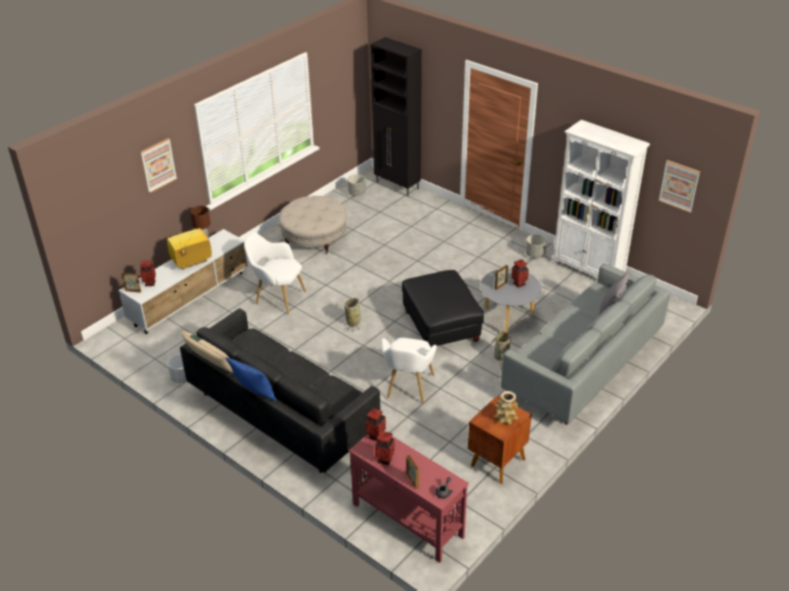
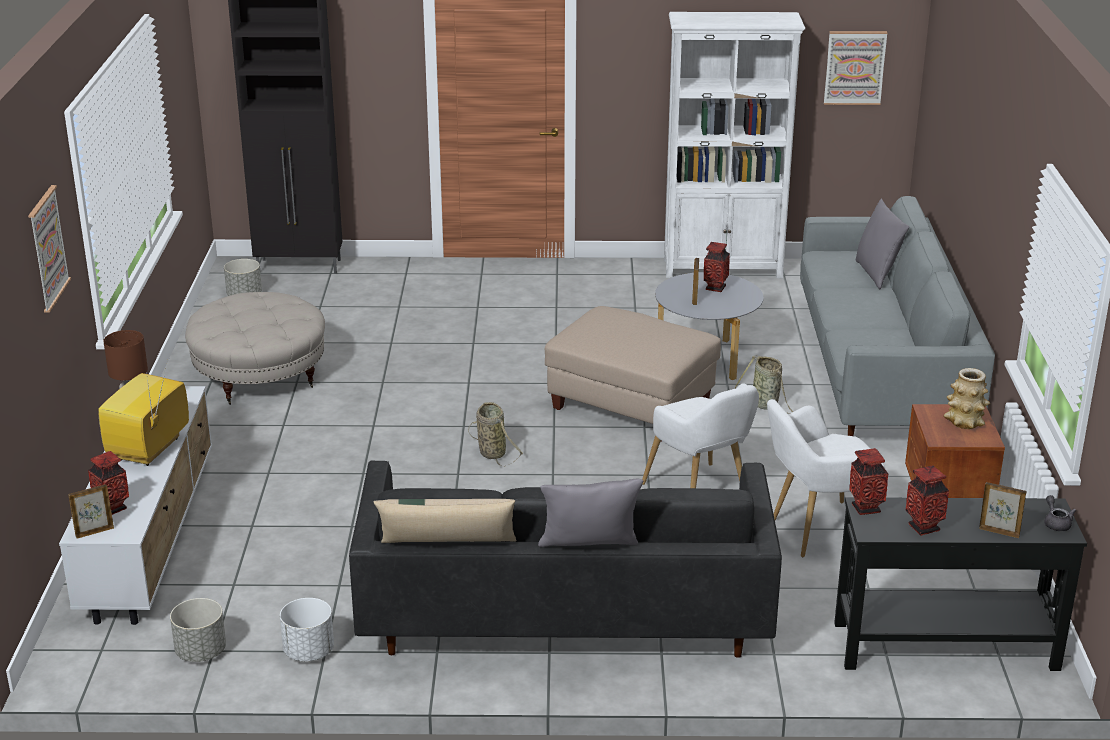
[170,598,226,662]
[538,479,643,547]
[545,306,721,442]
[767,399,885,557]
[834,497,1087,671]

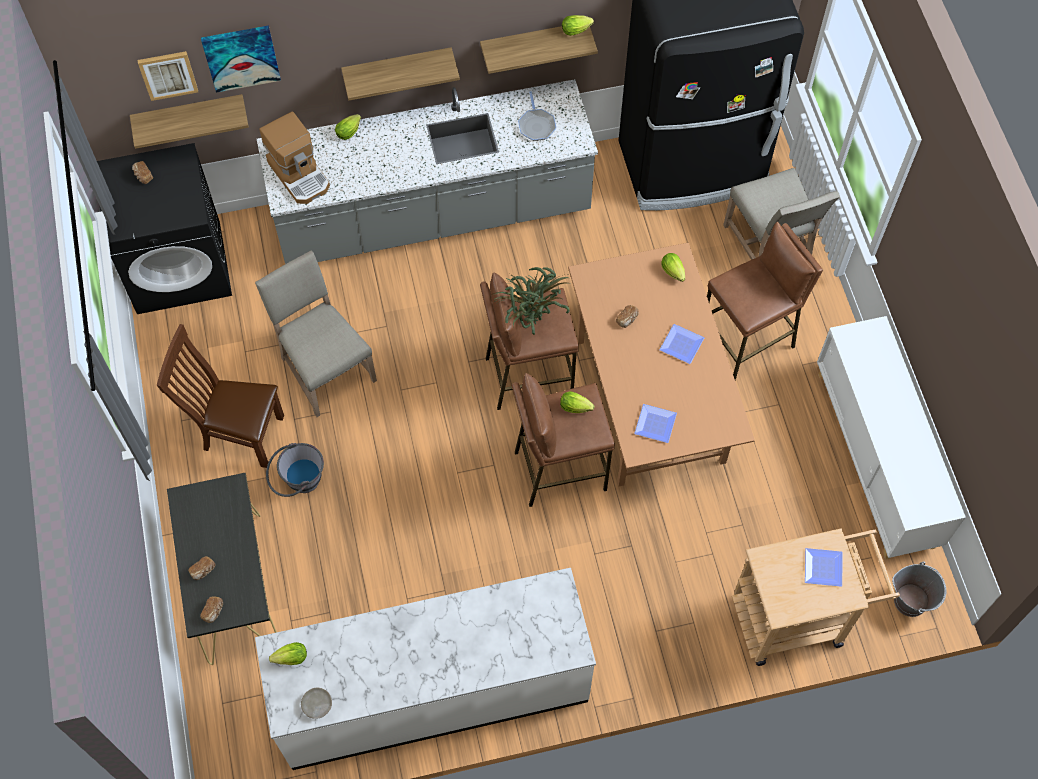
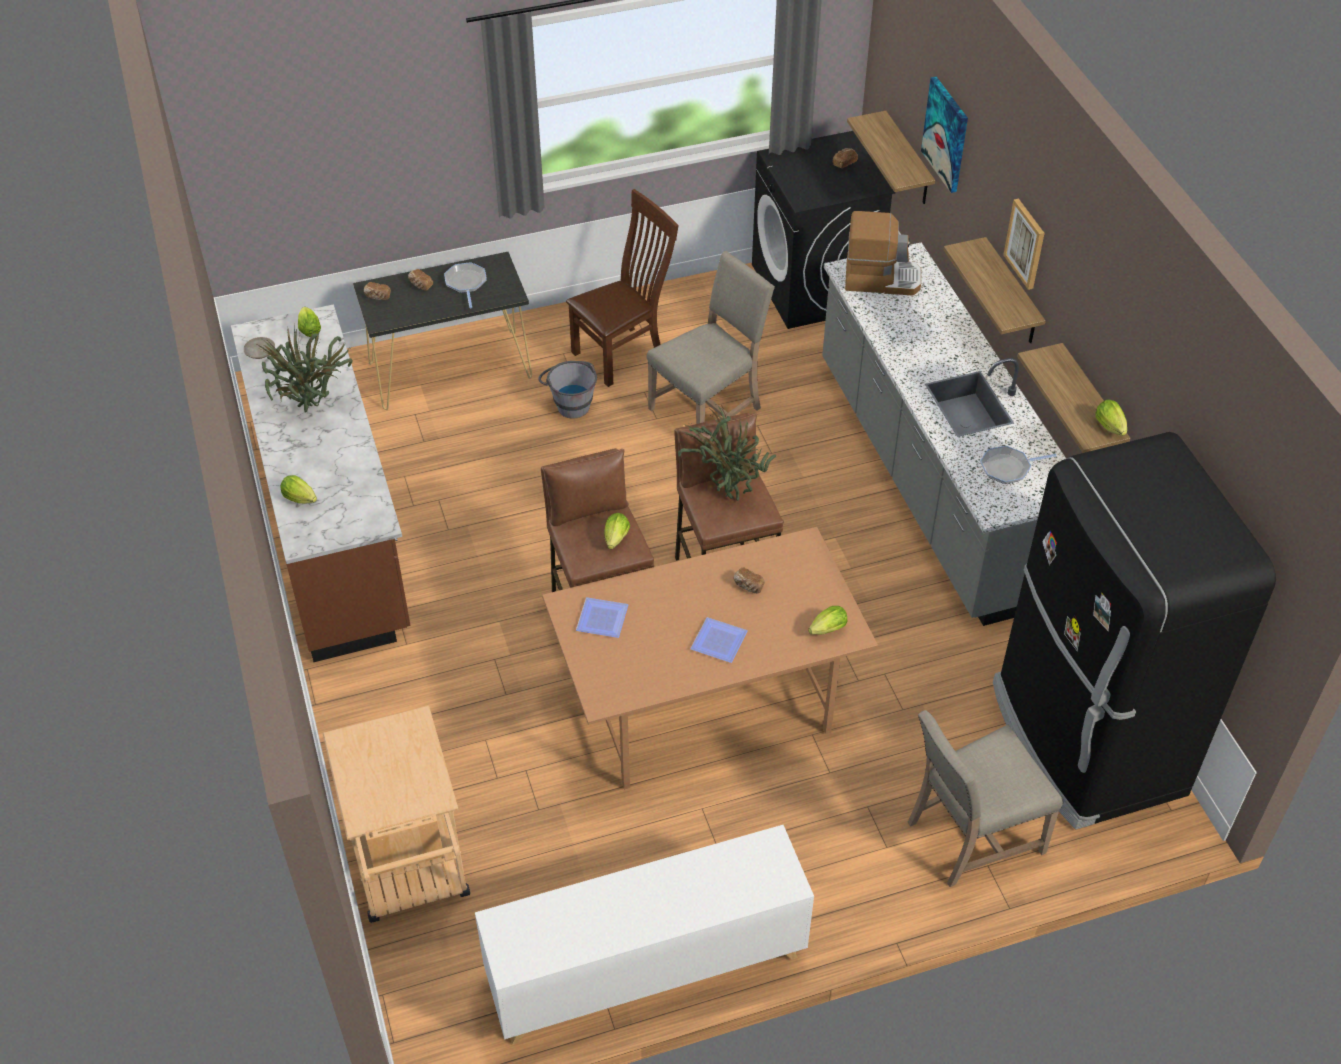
[231,305,410,662]
[257,326,353,412]
[280,475,317,504]
[444,262,487,308]
[566,189,679,387]
[845,211,921,296]
[1003,199,1045,290]
[707,222,823,380] (first image)
[805,548,843,587] (first image)
[892,562,946,617] (first image)

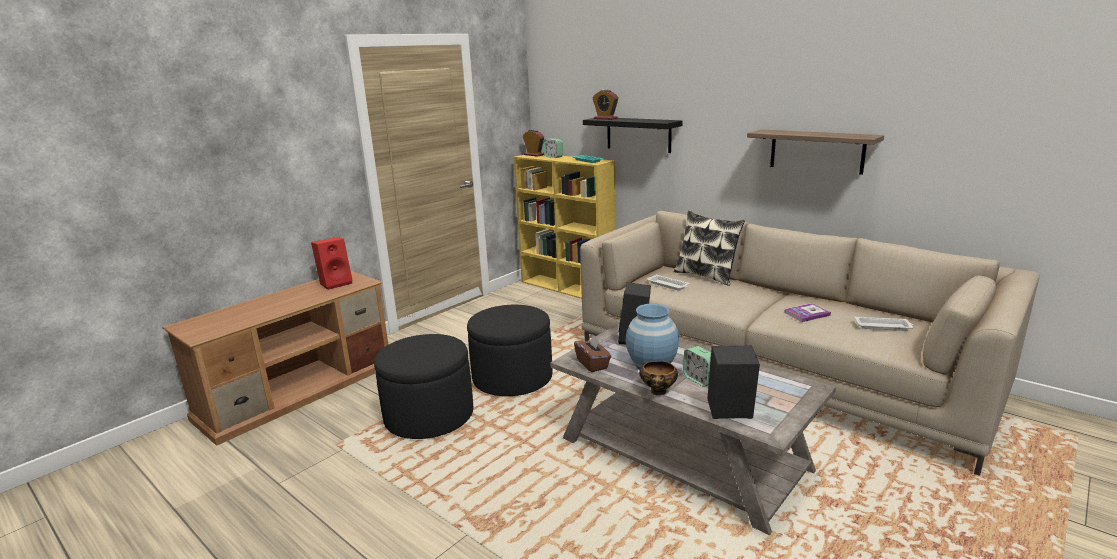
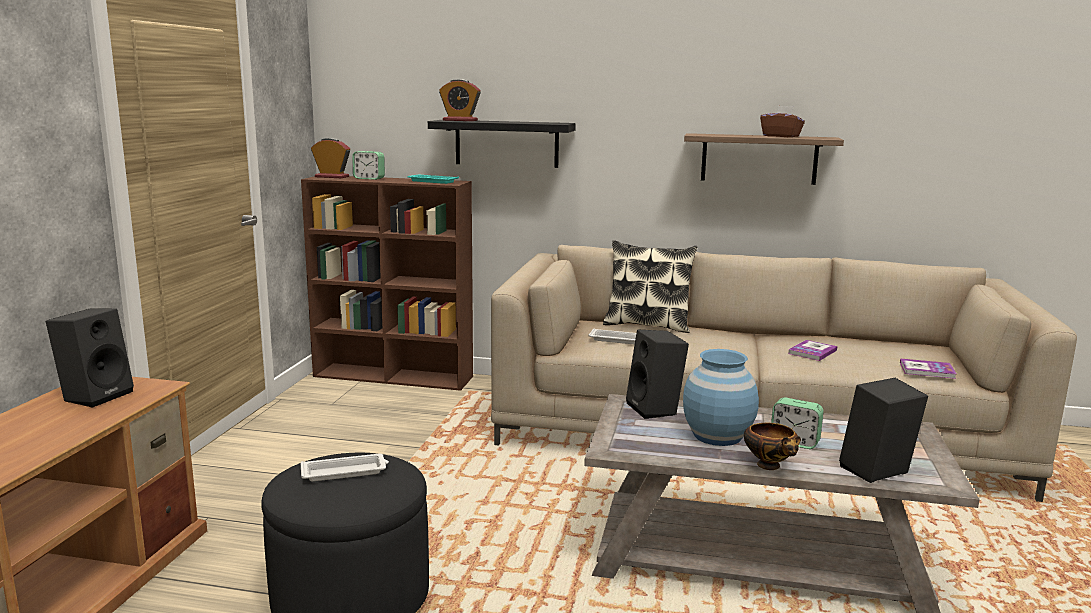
[46,308,134,408]
[301,176,473,391]
[301,454,389,481]
[760,106,805,137]
[900,358,957,379]
[467,305,552,396] (first image)

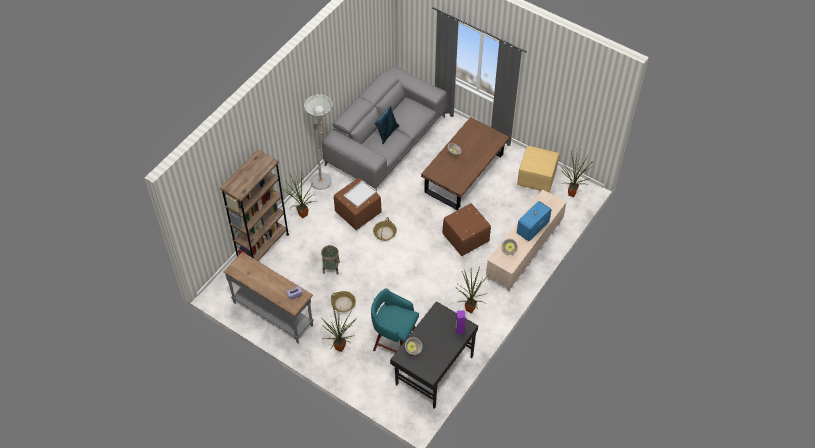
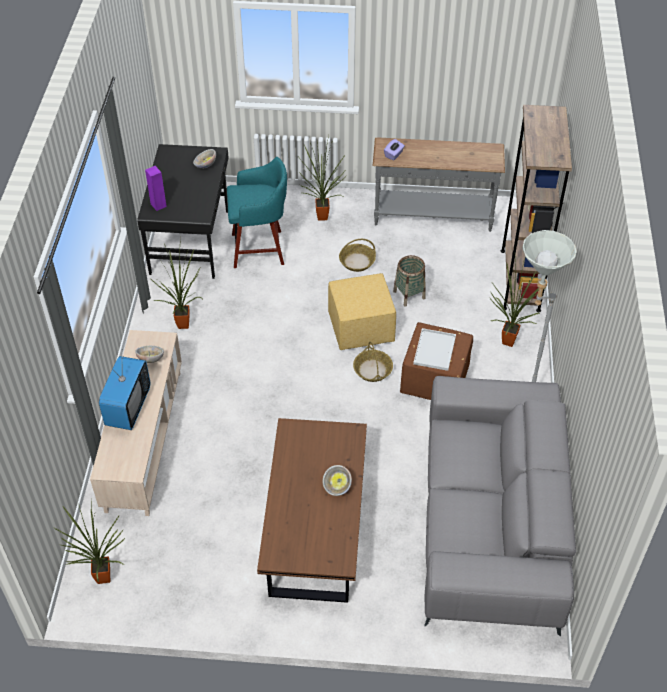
[328,273,396,350]
[374,105,399,144] (first image)
[442,203,491,256] (first image)

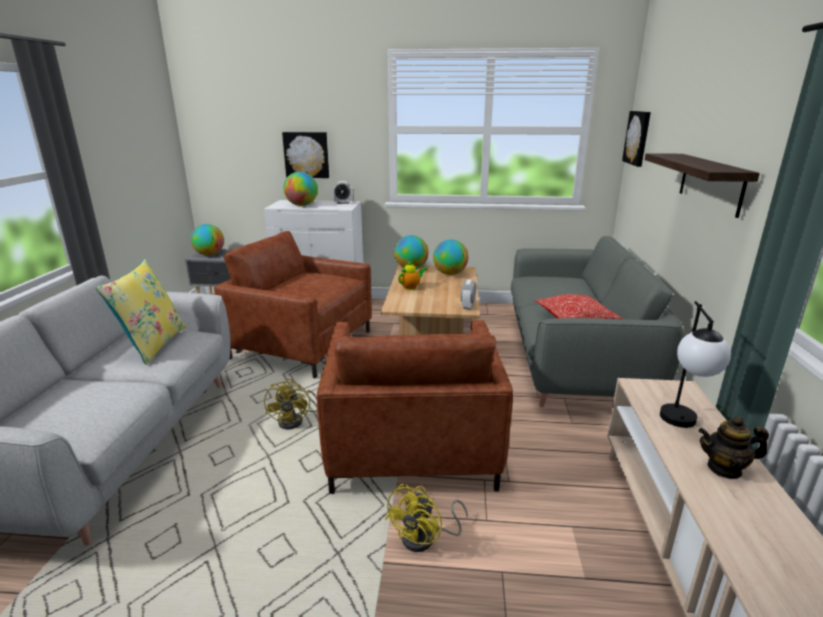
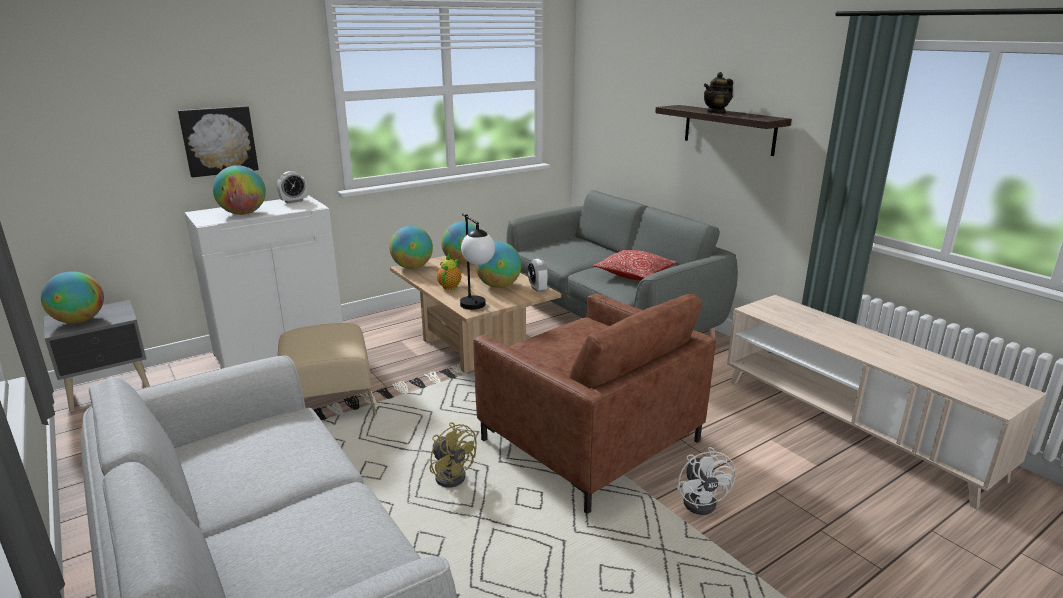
[277,323,377,415]
[460,213,495,310]
[475,242,521,288]
[677,447,736,515]
[704,72,733,114]
[96,259,186,365] (first image)
[622,111,651,167] (first image)

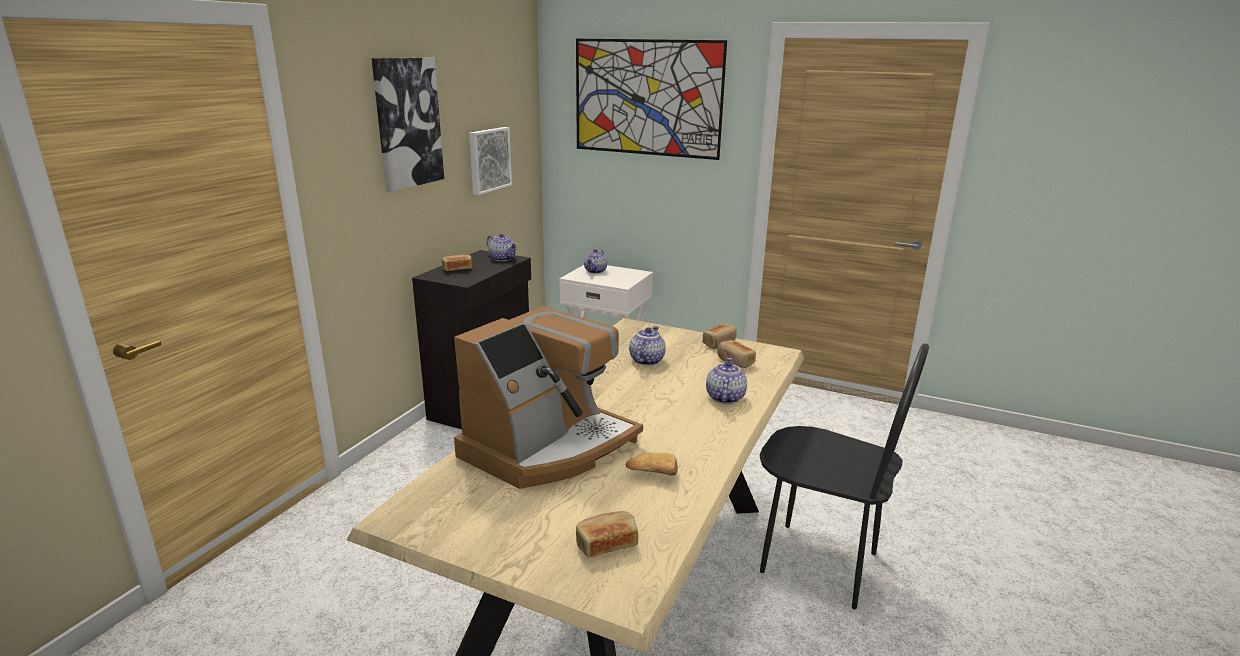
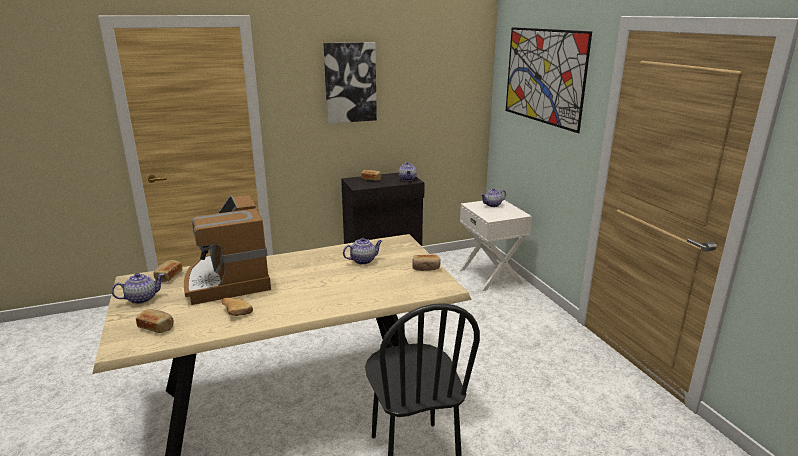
[112,273,164,304]
[154,260,183,282]
[184,195,271,305]
[469,127,512,195] (first image)

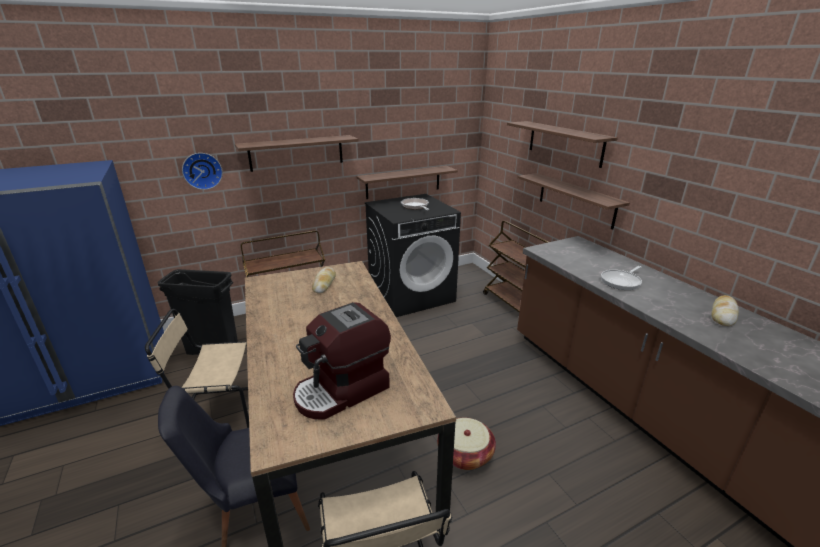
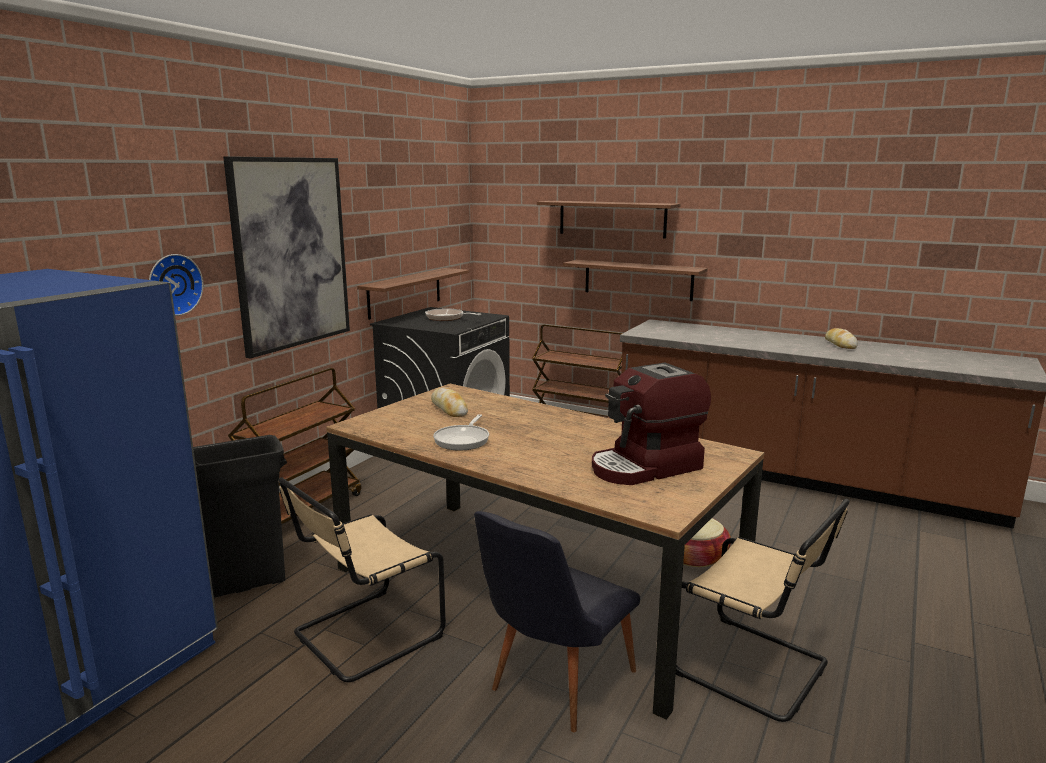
[223,156,350,359]
[433,414,489,450]
[592,363,711,485]

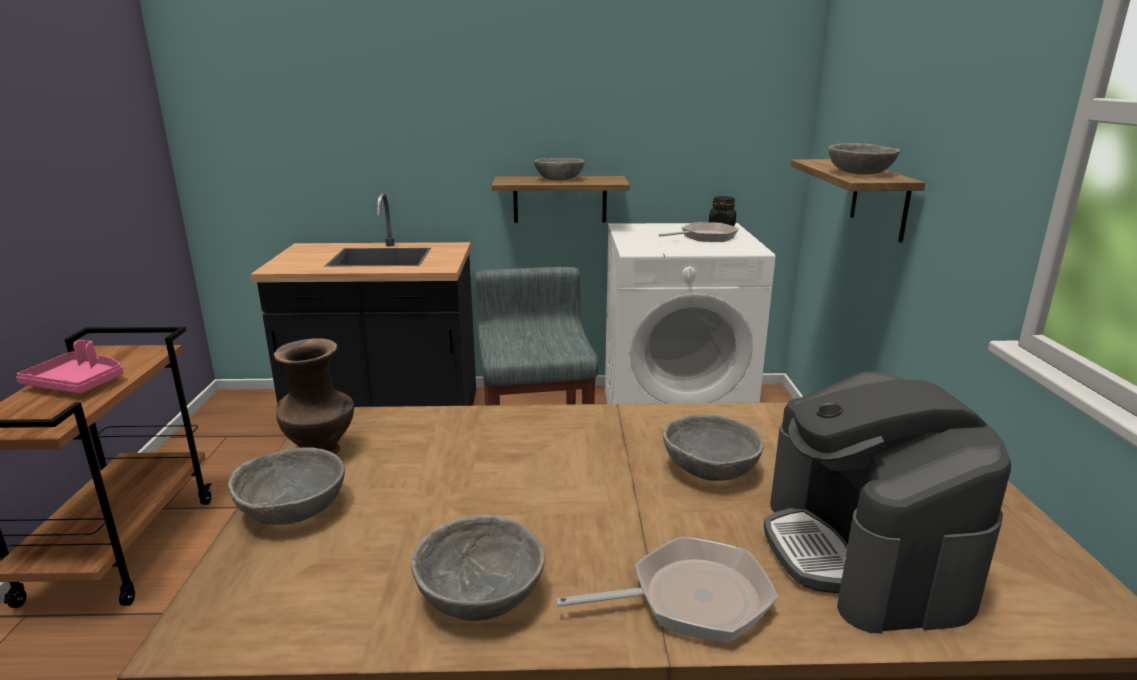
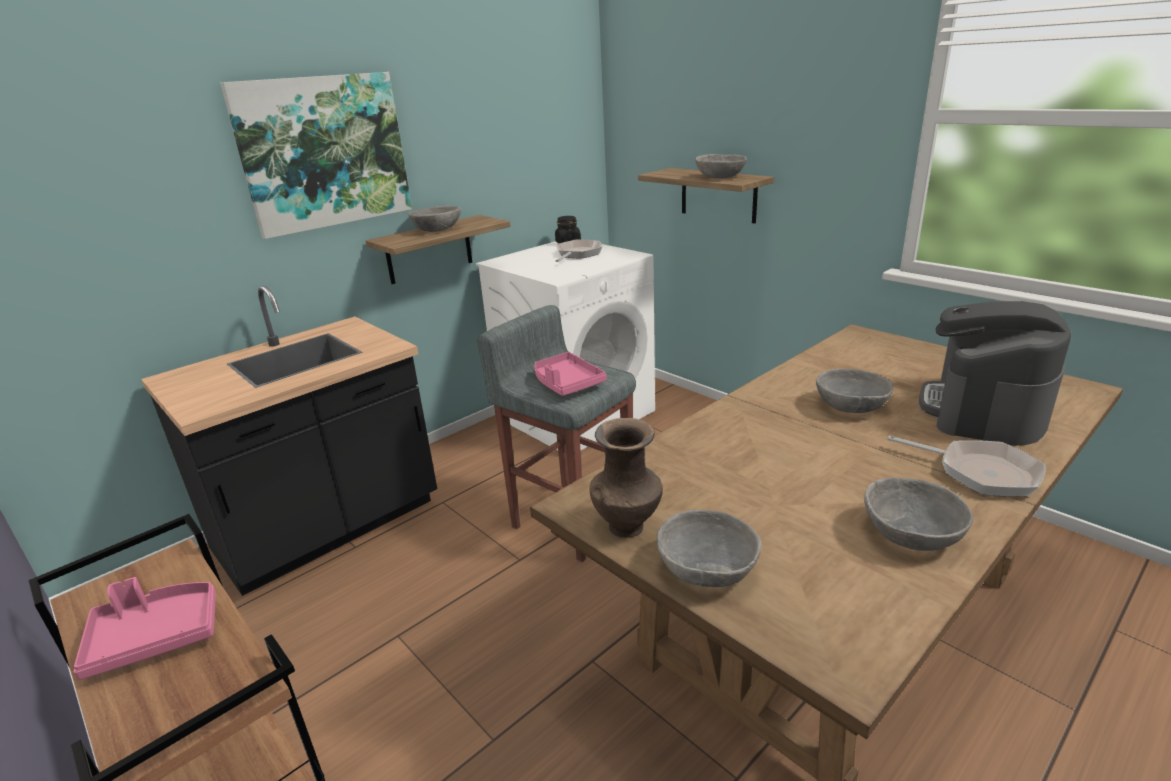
[220,72,412,239]
[534,352,607,396]
[887,436,1046,497]
[919,301,1071,446]

